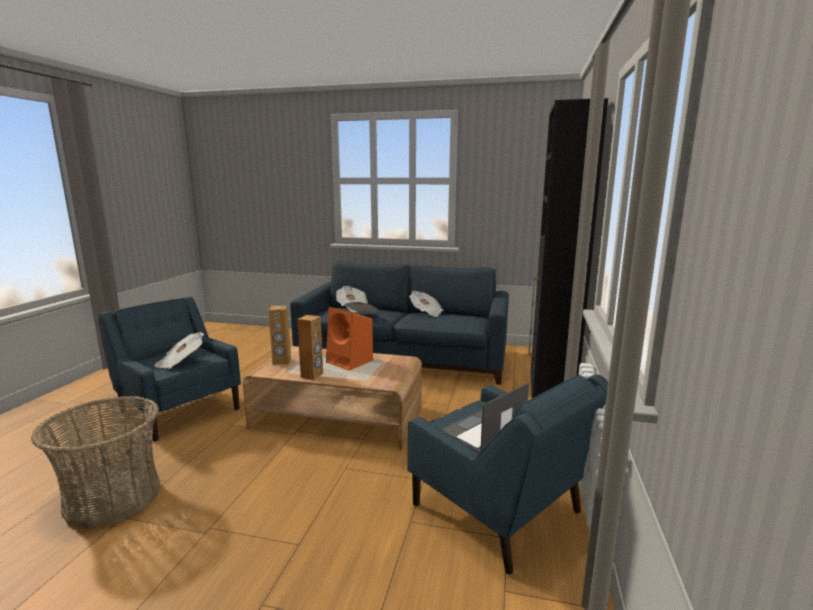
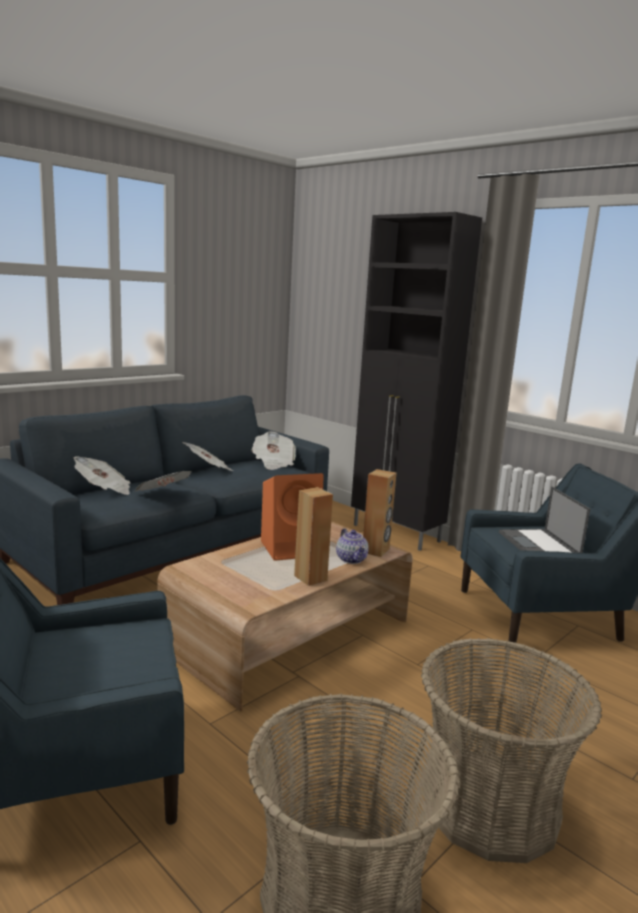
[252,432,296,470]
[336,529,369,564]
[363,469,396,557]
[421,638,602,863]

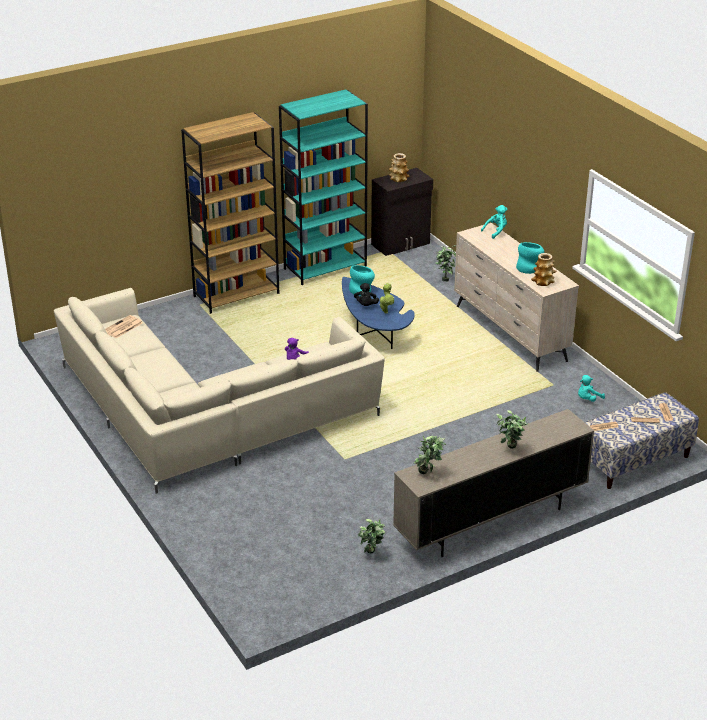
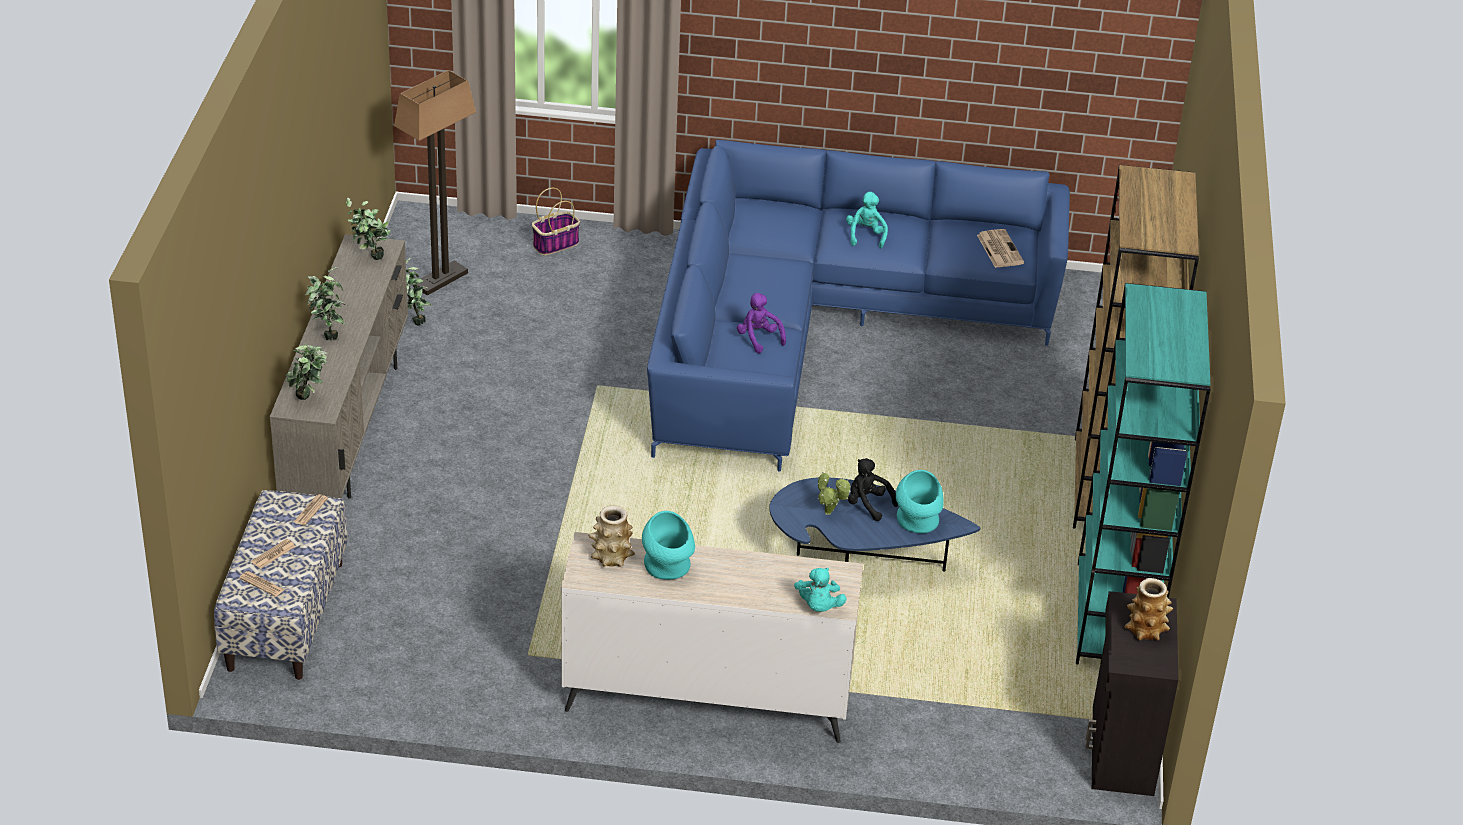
[285,343,328,400]
[394,70,476,296]
[532,188,580,255]
[647,140,1070,471]
[846,192,888,248]

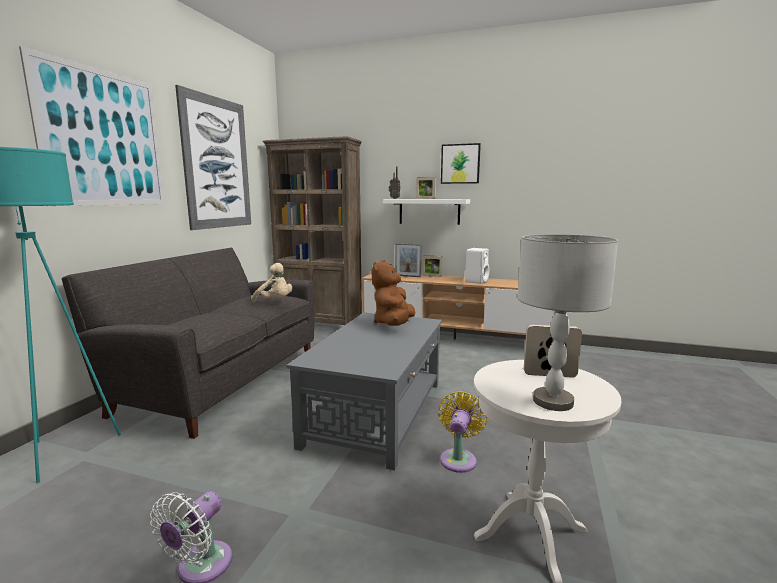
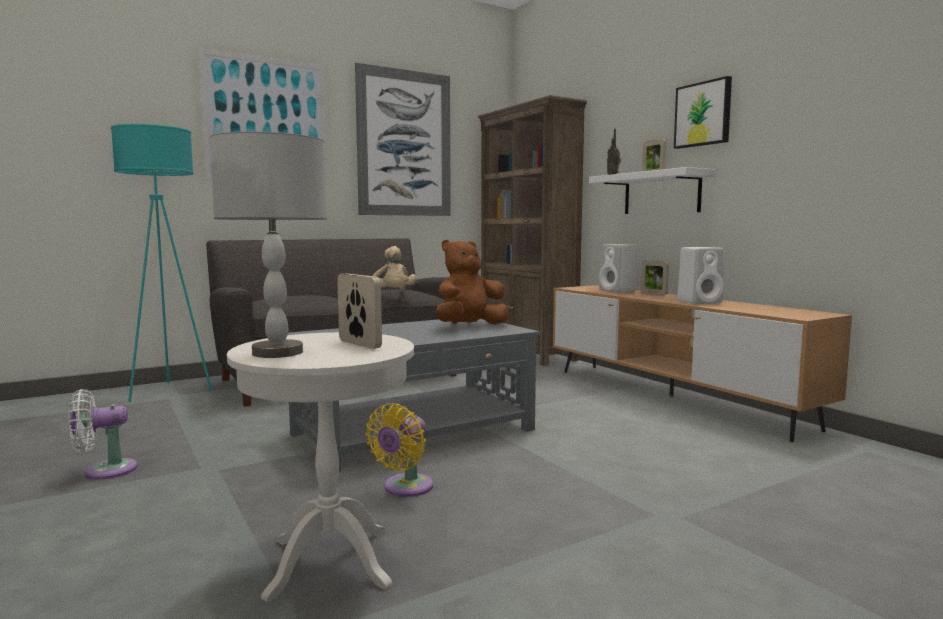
[366,403,433,497]
[599,244,637,292]

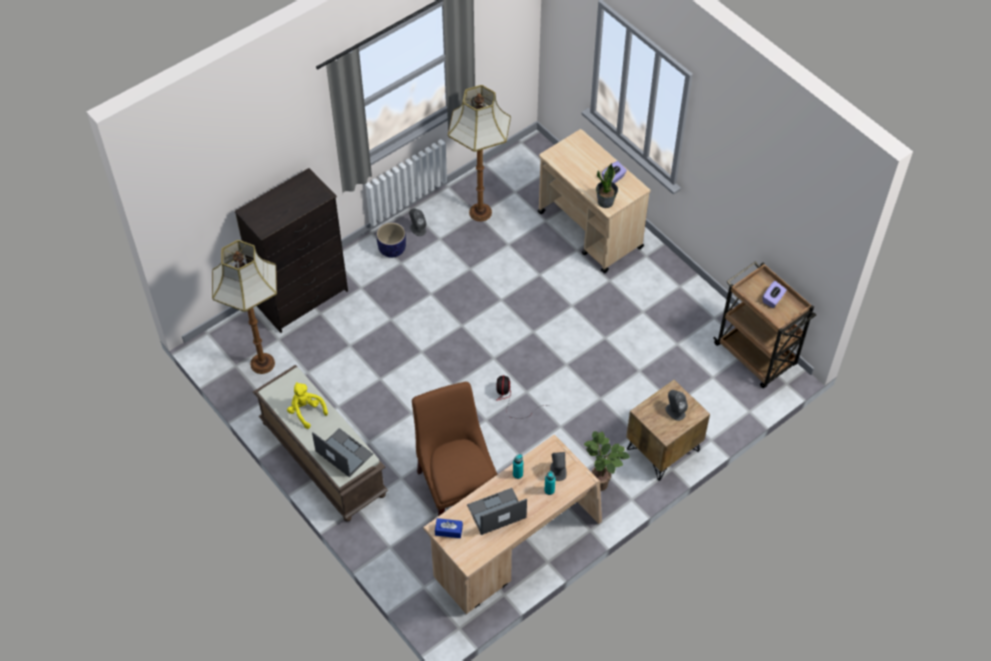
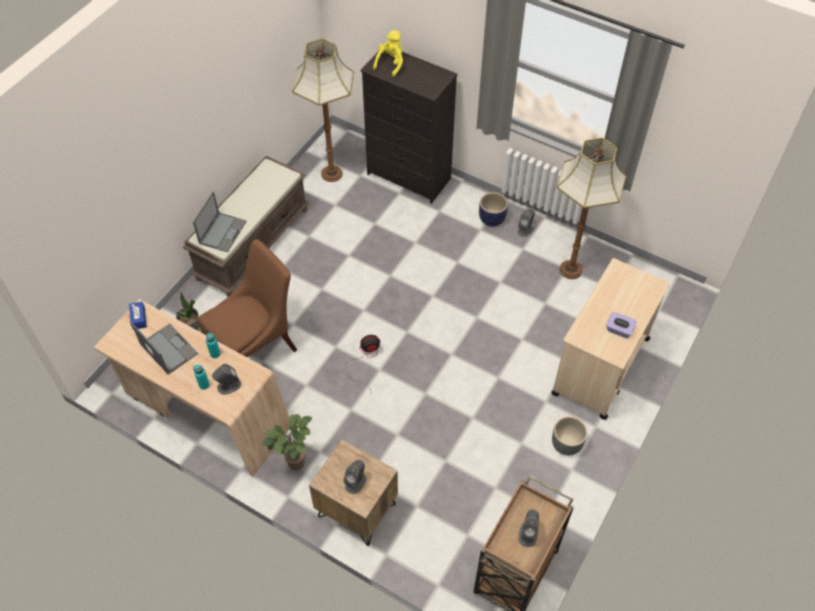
[176,292,199,330]
[373,30,403,77]
[519,509,539,547]
[552,416,587,455]

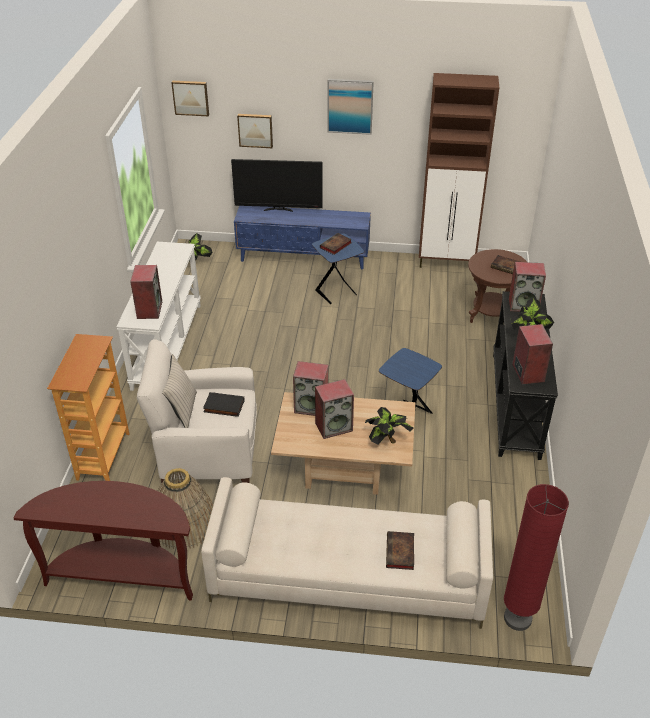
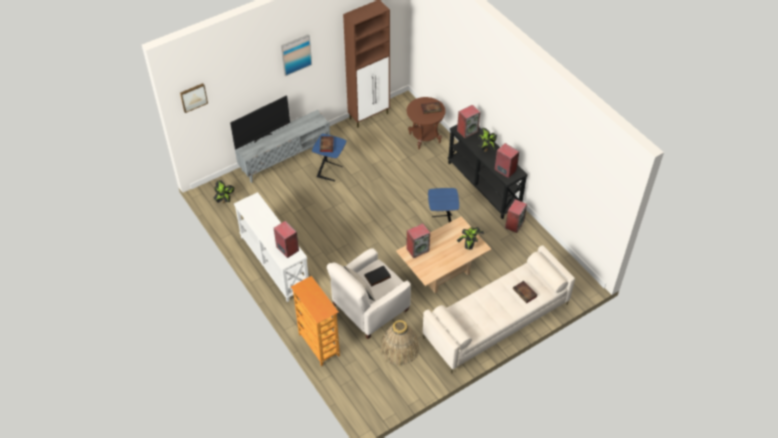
[234,110,330,183]
[505,199,527,233]
[14,481,193,601] (first image)
[237,114,273,148] (first image)
[504,484,569,631] (first image)

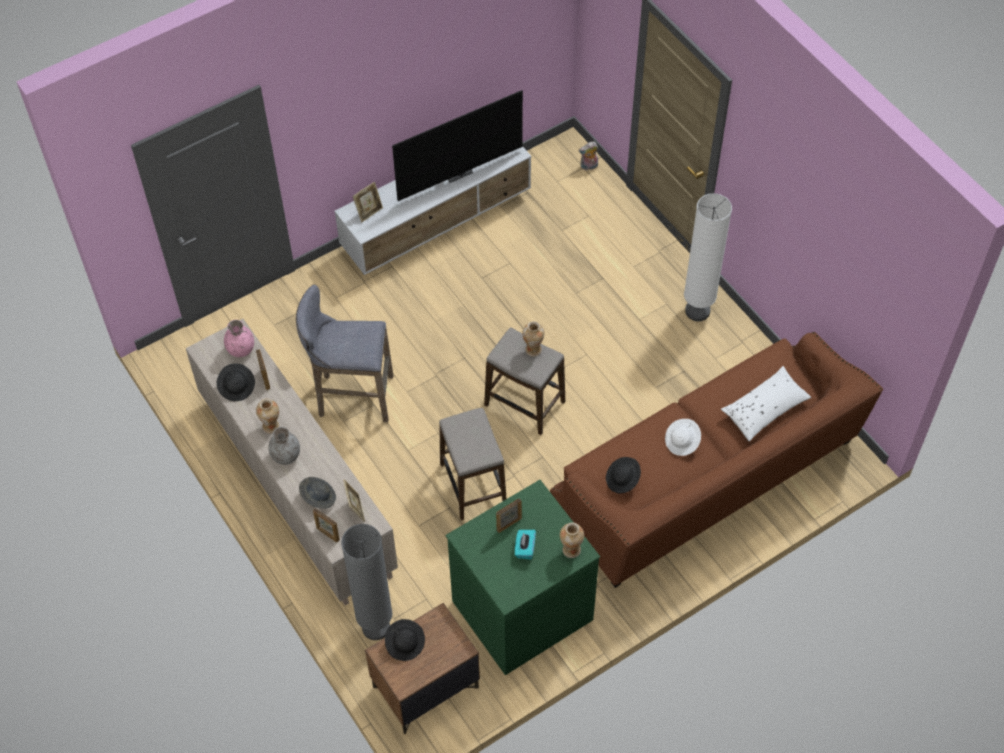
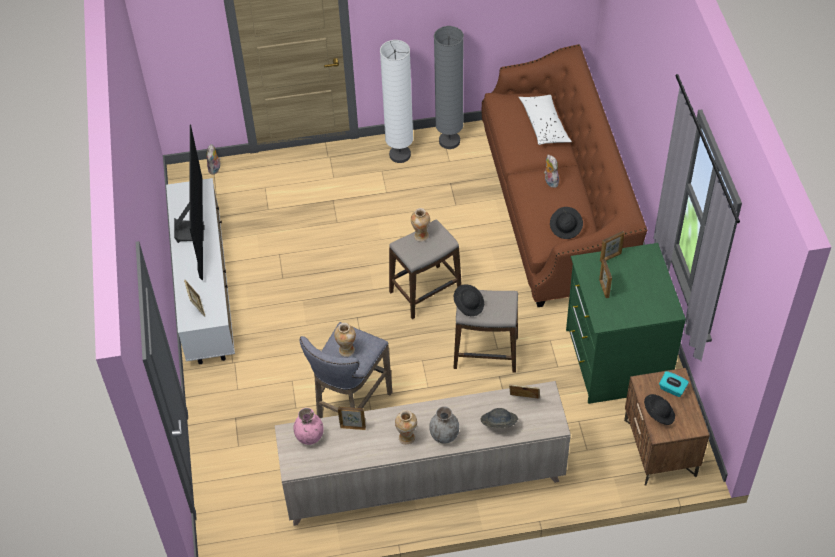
[334,322,356,357]
[434,26,464,149]
[454,285,484,316]
[544,155,559,188]
[600,231,624,262]
[659,371,689,397]

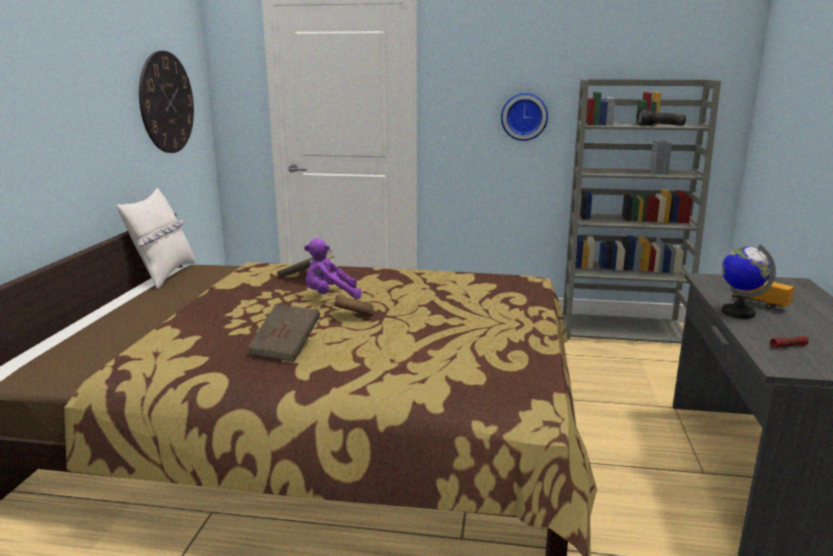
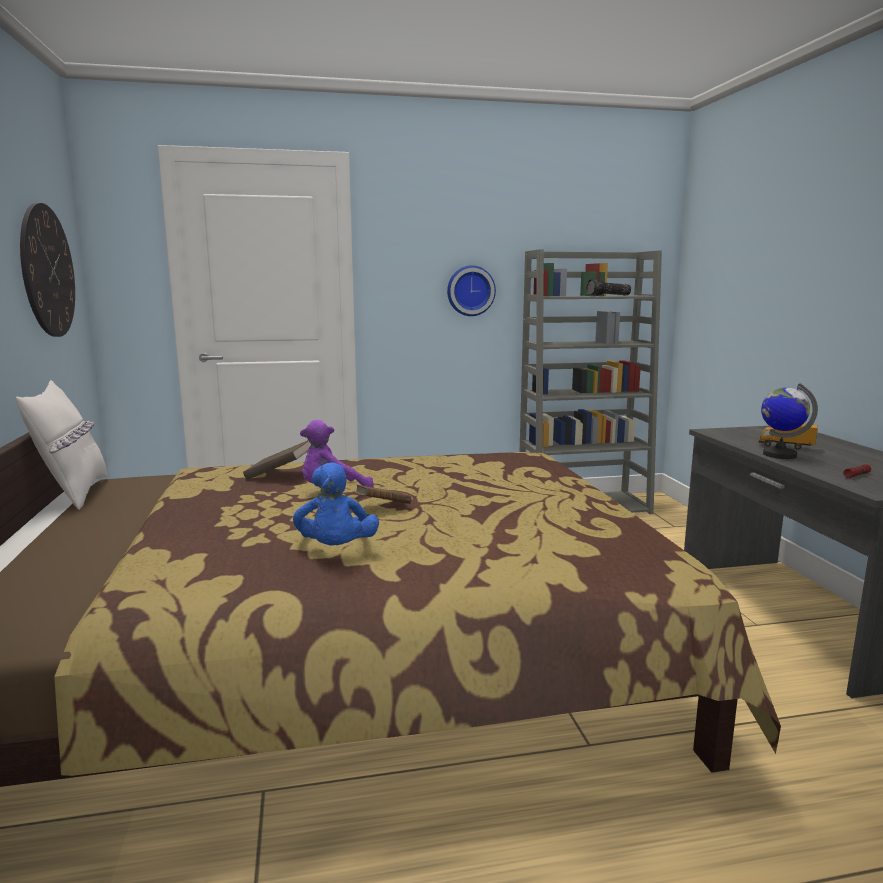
[293,462,379,546]

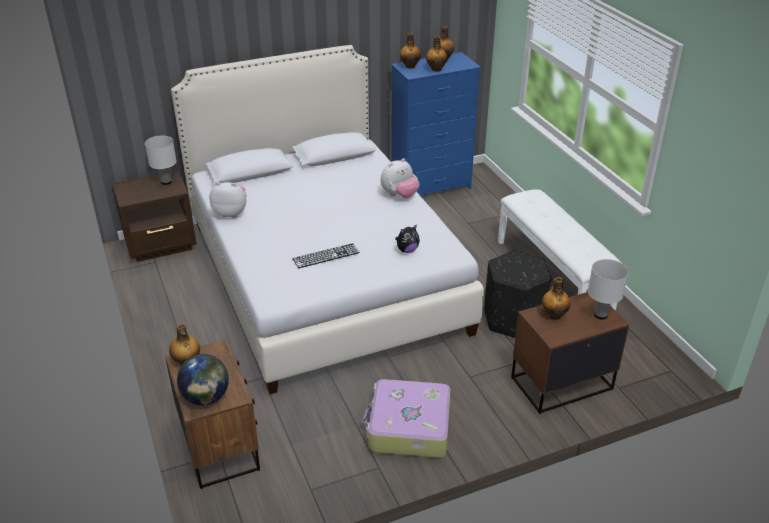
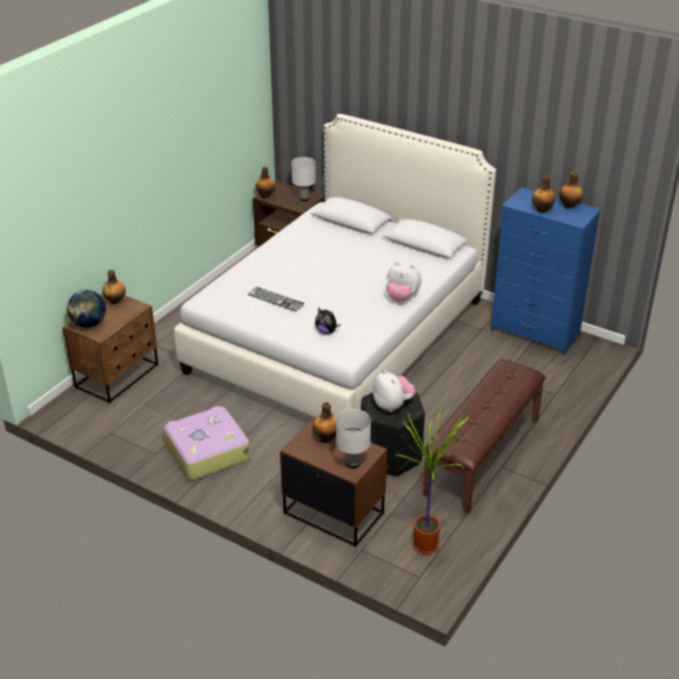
[256,167,275,199]
[372,370,416,412]
[394,404,469,554]
[423,359,546,514]

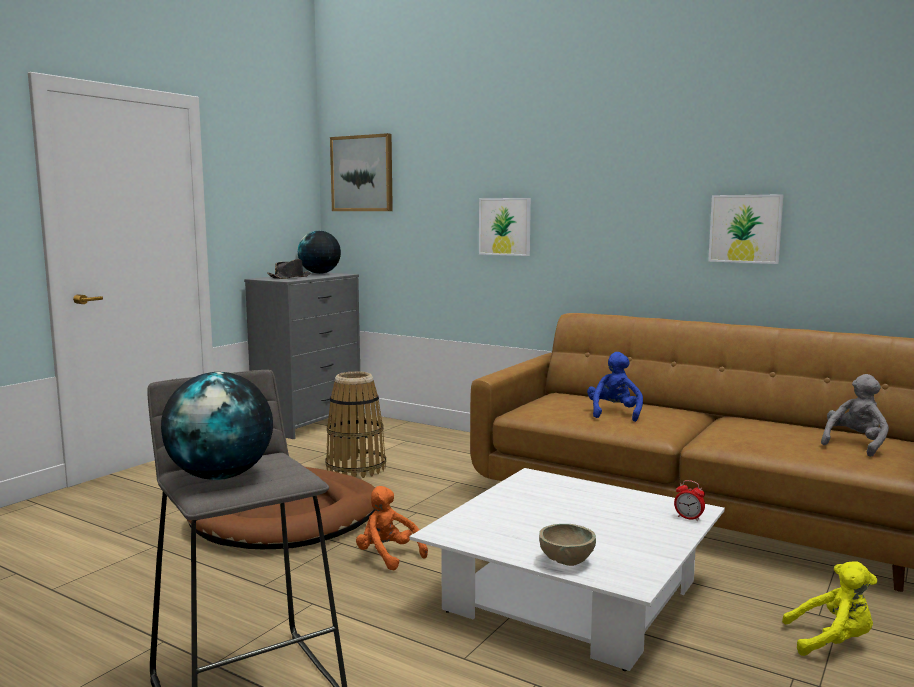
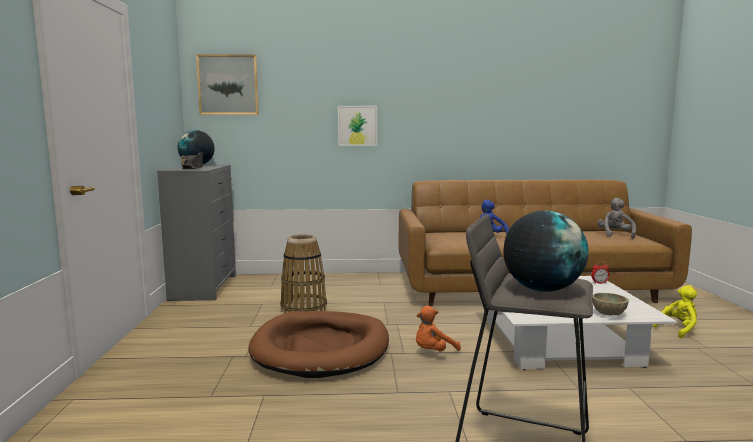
[416,306,461,352]
[708,194,784,264] (first image)

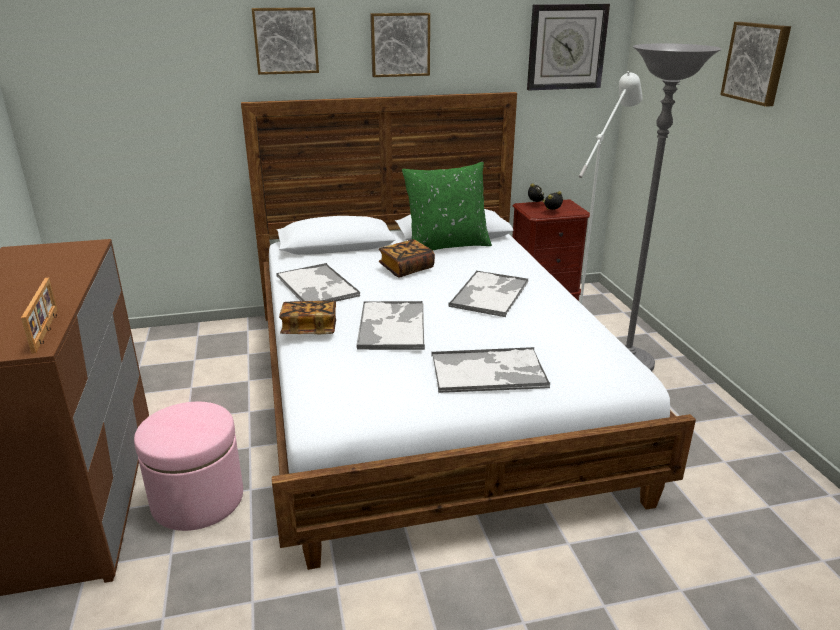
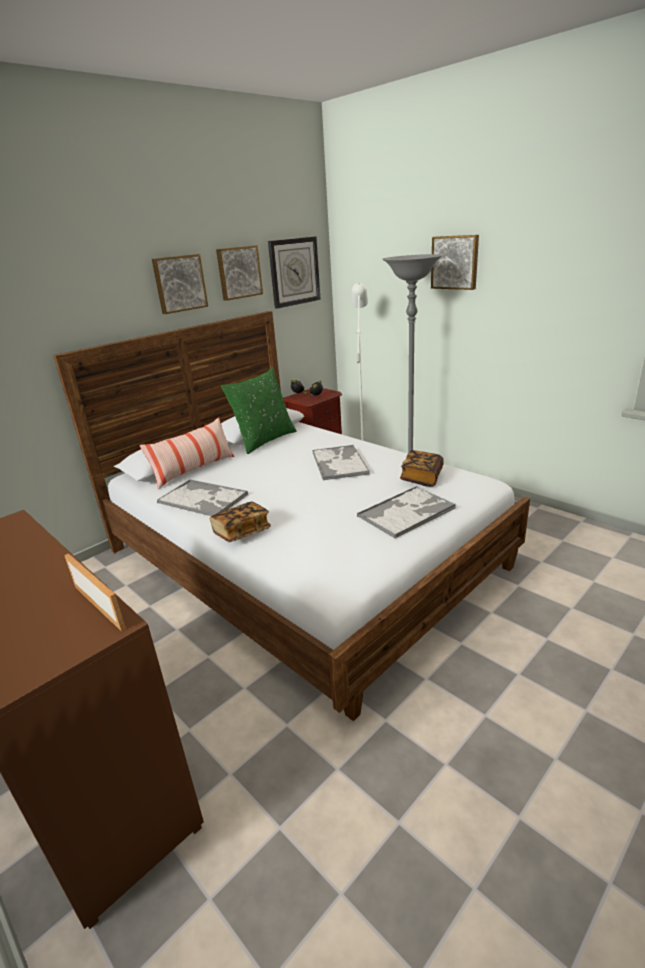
[140,417,234,490]
[216,245,263,301]
[400,450,444,487]
[134,402,243,531] (first image)
[356,301,425,350] (first image)

